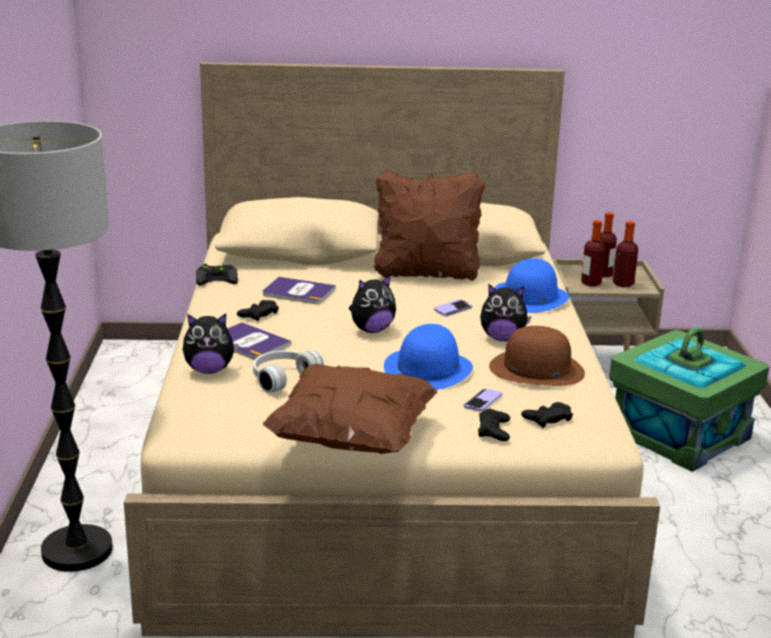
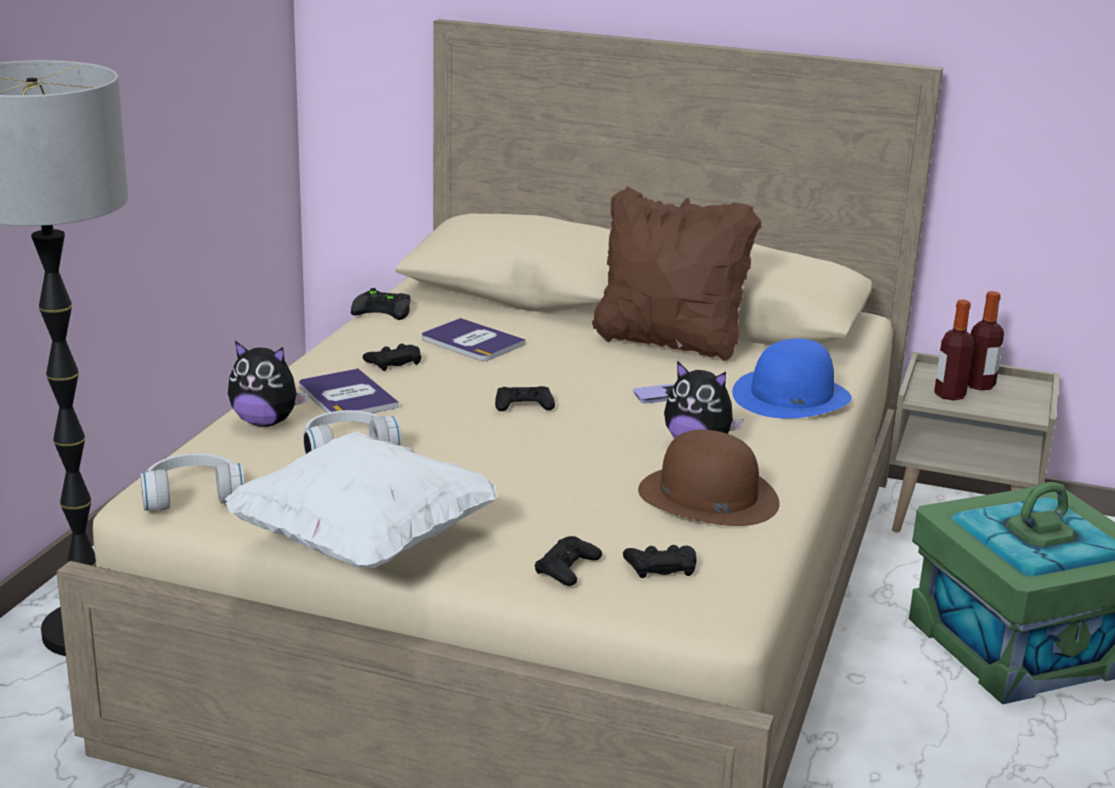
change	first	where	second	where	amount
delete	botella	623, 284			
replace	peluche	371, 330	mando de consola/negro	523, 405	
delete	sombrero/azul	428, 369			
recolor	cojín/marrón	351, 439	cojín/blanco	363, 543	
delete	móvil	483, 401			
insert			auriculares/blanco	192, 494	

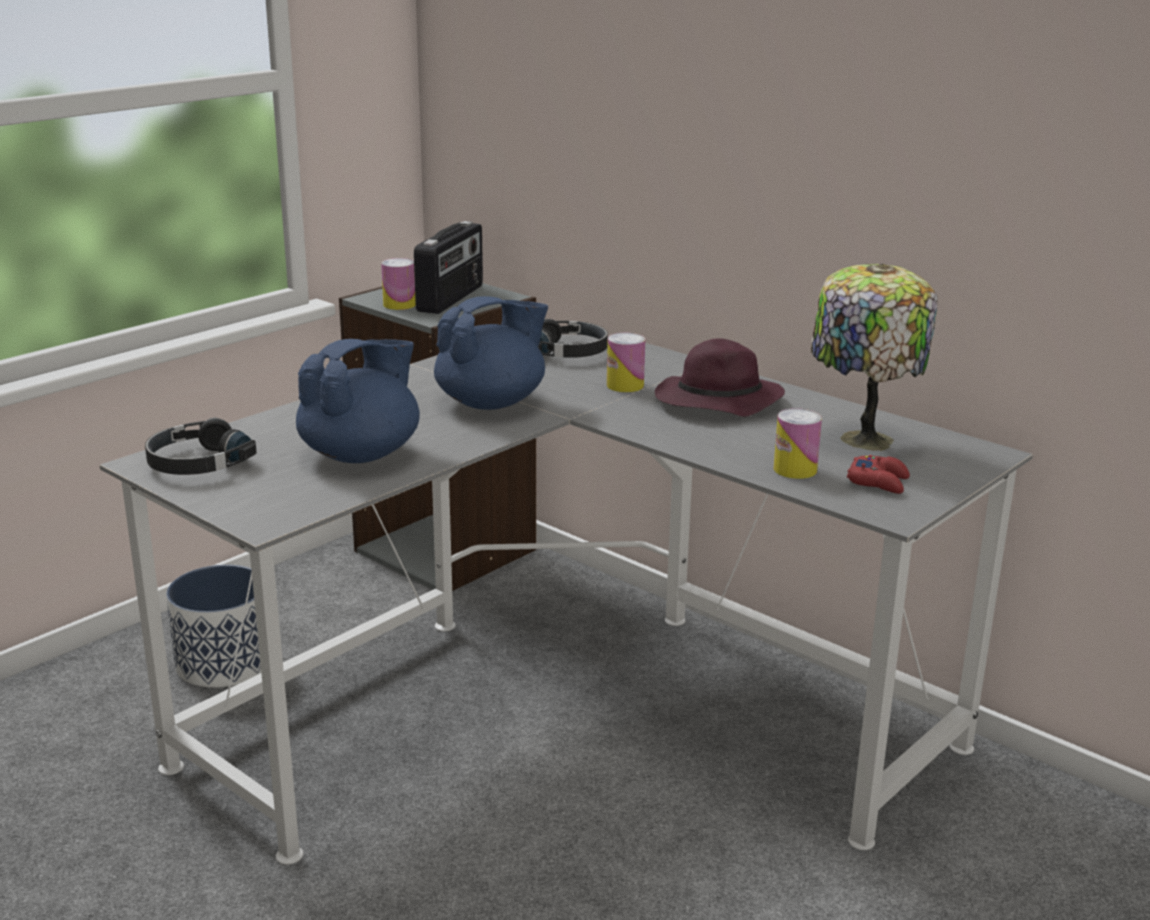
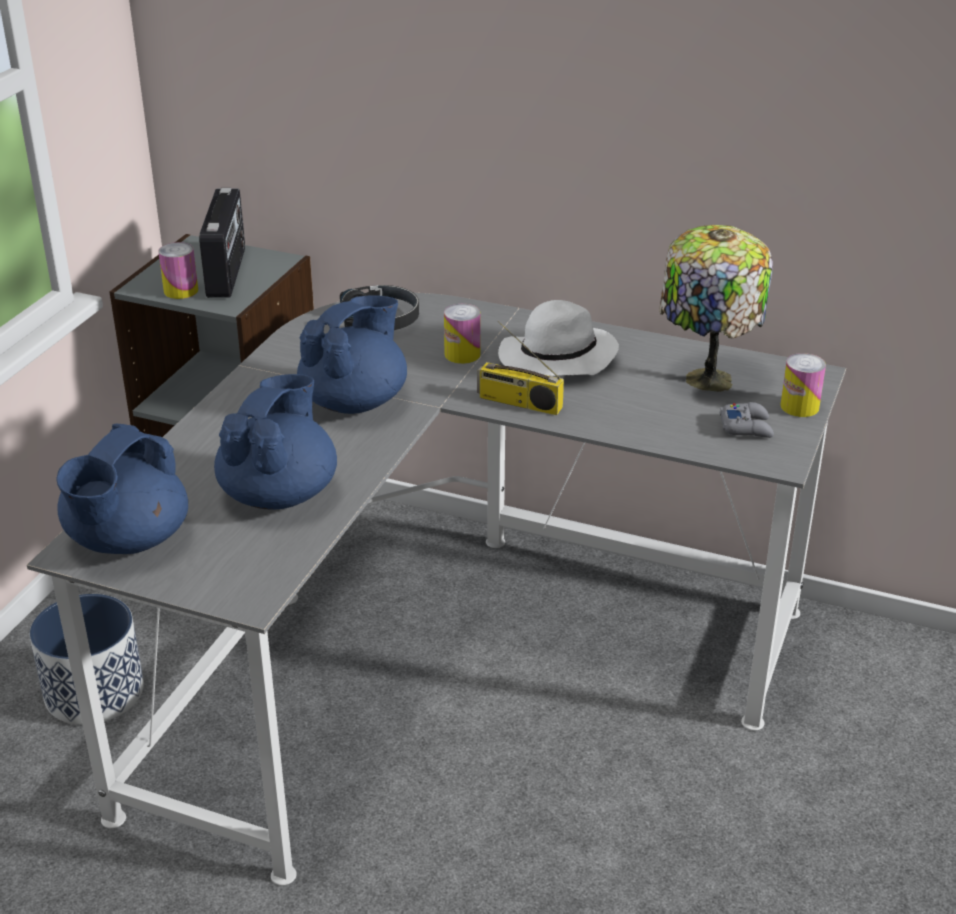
change	first	where	second	where	amount
recolor	sombrero/morado	716, 402	sombrero/blanco	556, 359	
move	lata	795, 469		799, 407	
replace	auriculares/negro	197, 463	tetera/azul	127, 541	
recolor	mando de consola/rojo	878, 481	mando de consola/gris	746, 427	
insert			radio	518, 403	

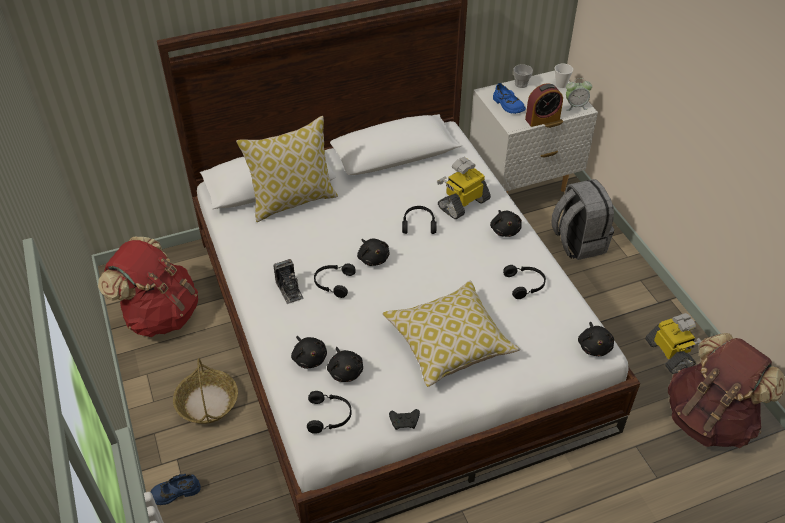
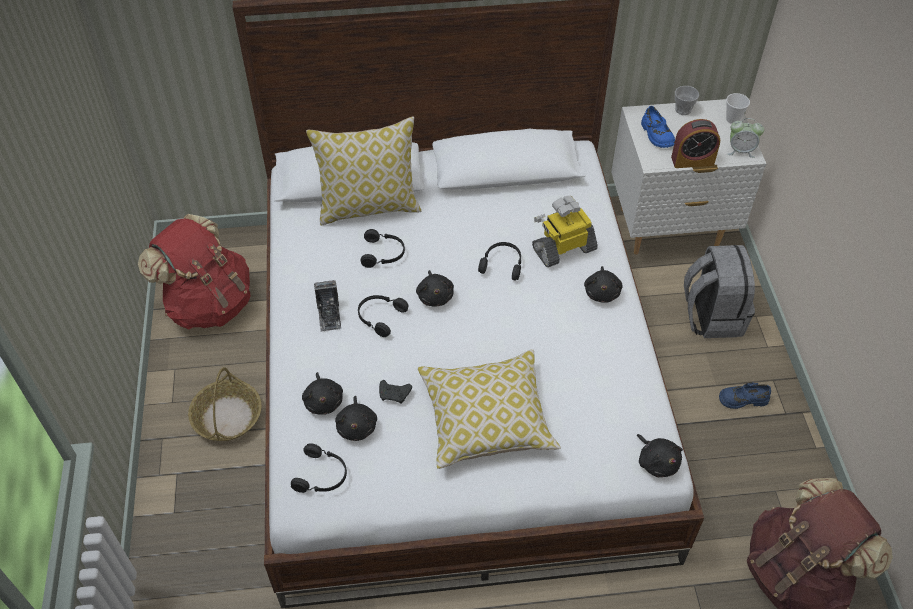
change	first	where	second	where	amount
move	auriculares/negro	525, 284		383, 254	
delete	robot de juguete	670, 354			
rotate	peluche/negro	594, 346		657, 462	45 degrees counterclockwise
move	mando de consola/negro	405, 421		395, 394	
move	zapato/azul	175, 492		743, 399	

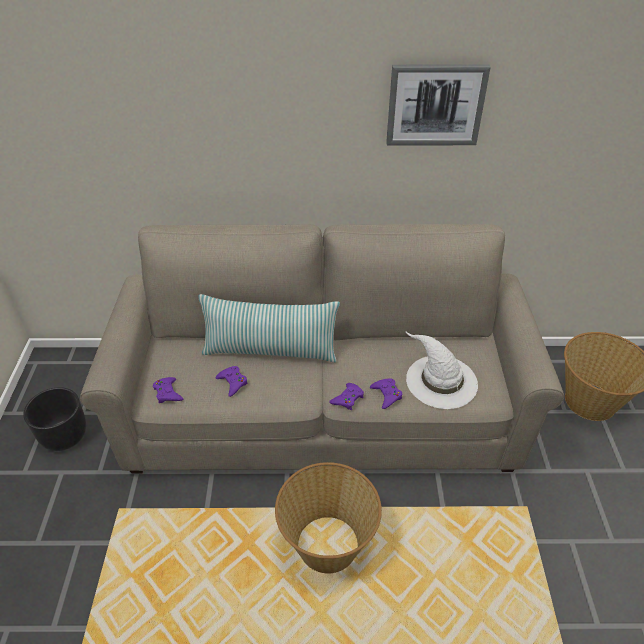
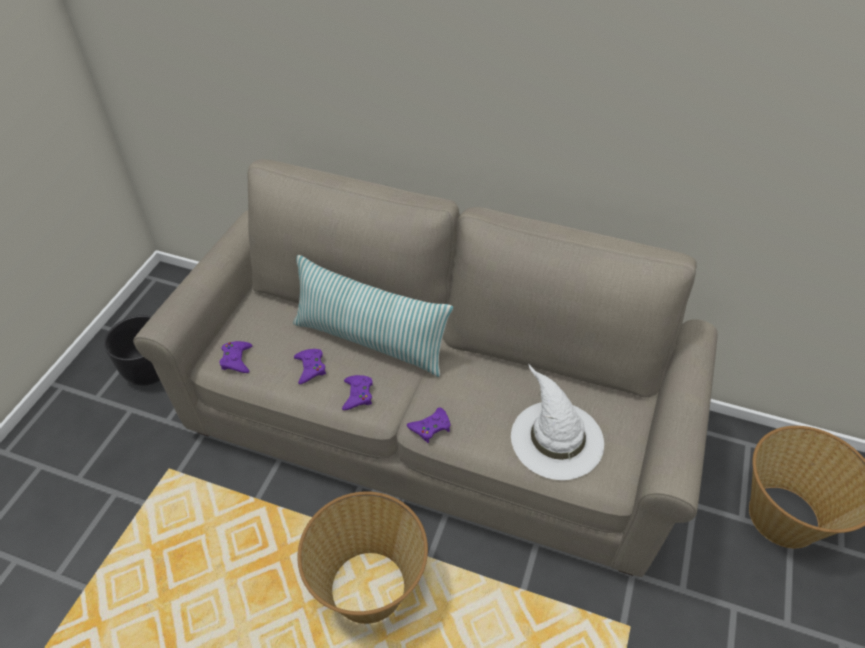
change	first	where	second	where	amount
delete	cuadro	435, 105			
move	mando de consola/morado	386, 395		357, 395	

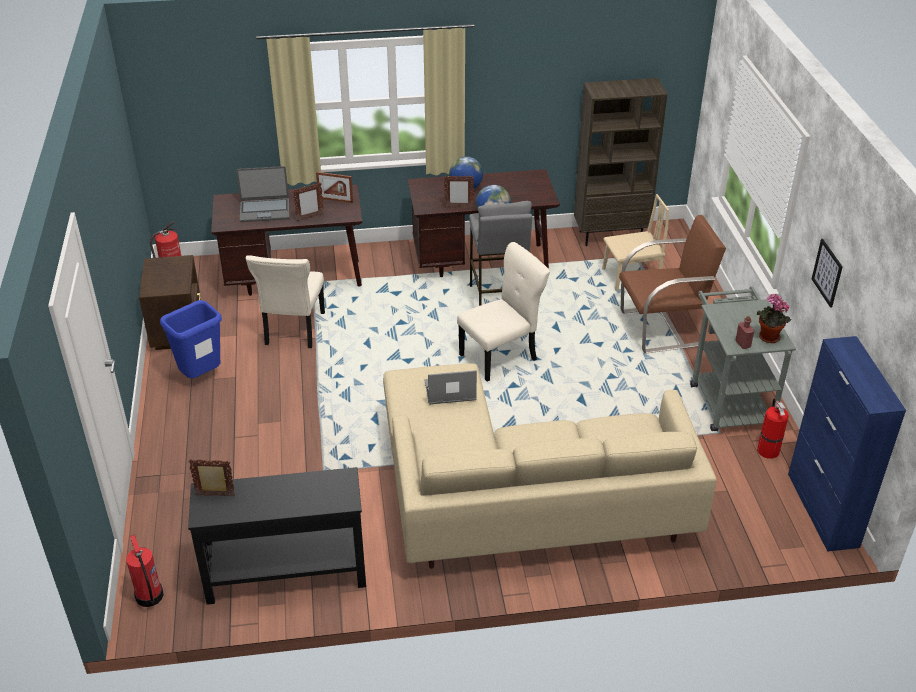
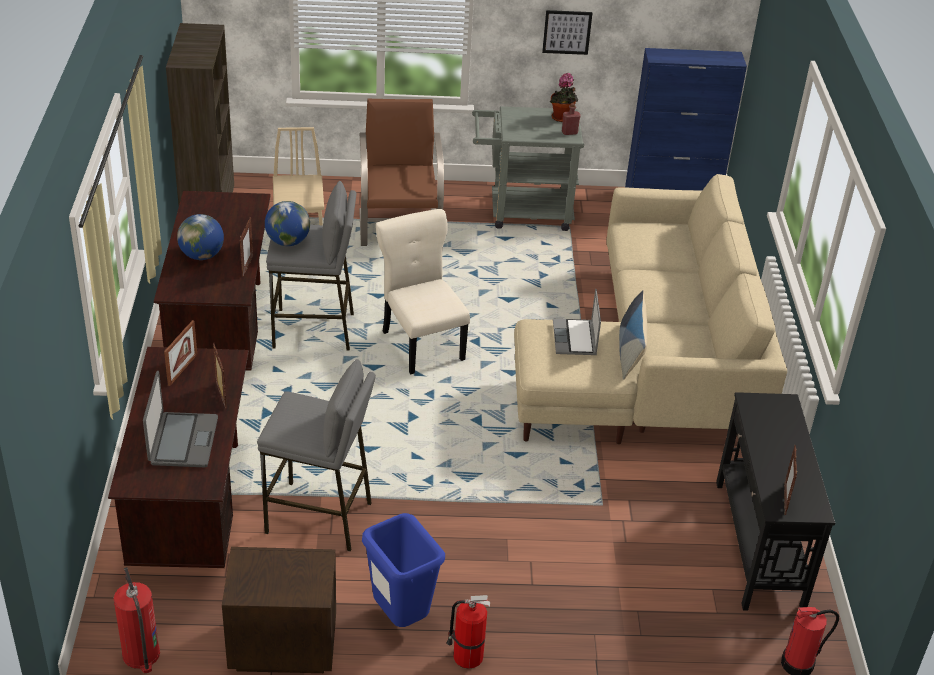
change	first	where	second	where	amount
replace	silla/beis	293, 330	taburete/gris	319, 518	
move	extintor	767, 450		466, 656	
insert			cojín	630, 351	

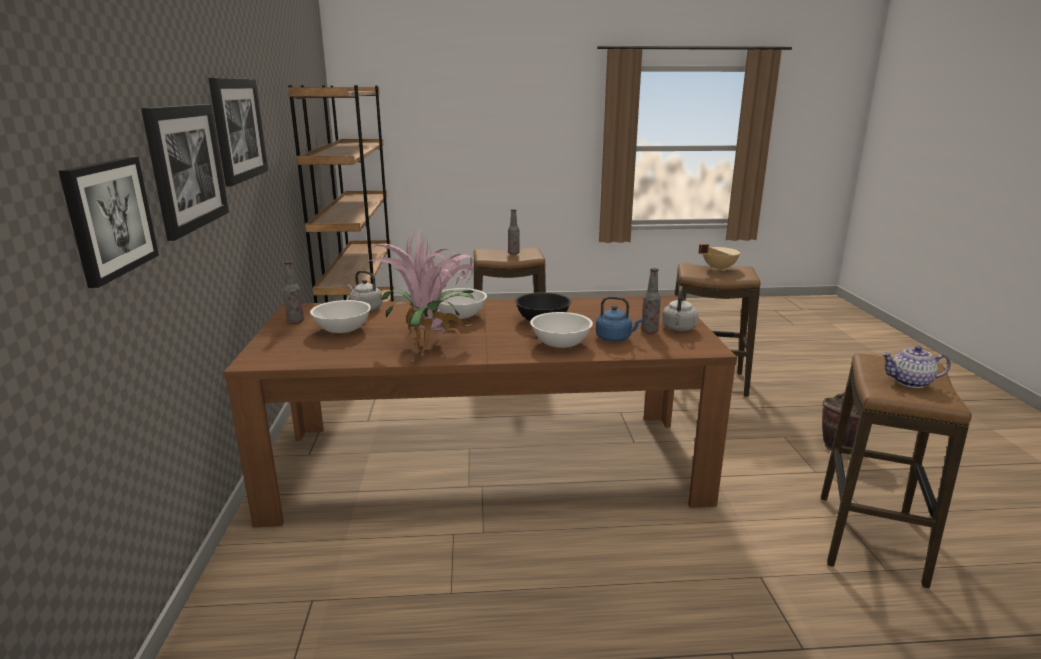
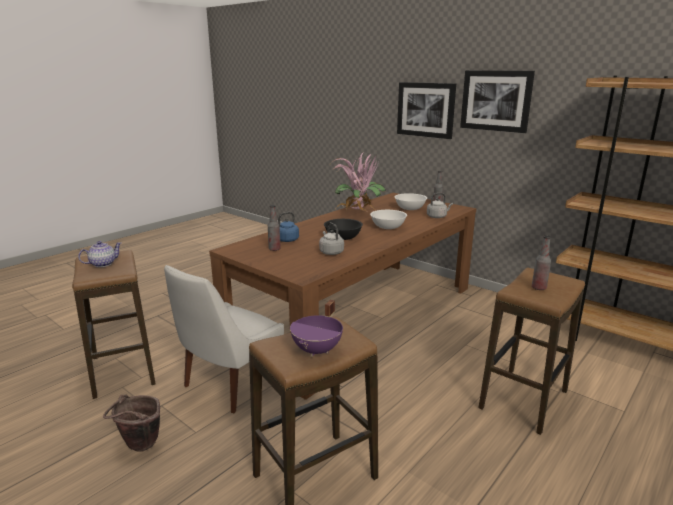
change	first	where	second	where	amount
delete	cuadro	109, 218			
recolor	olla/beis	718, 268	olla/morado	318, 350	
move	hervidor/gris	678, 328		330, 252	
delete	cuenco/blanco	560, 343			
insert			silla/blanco	229, 385	

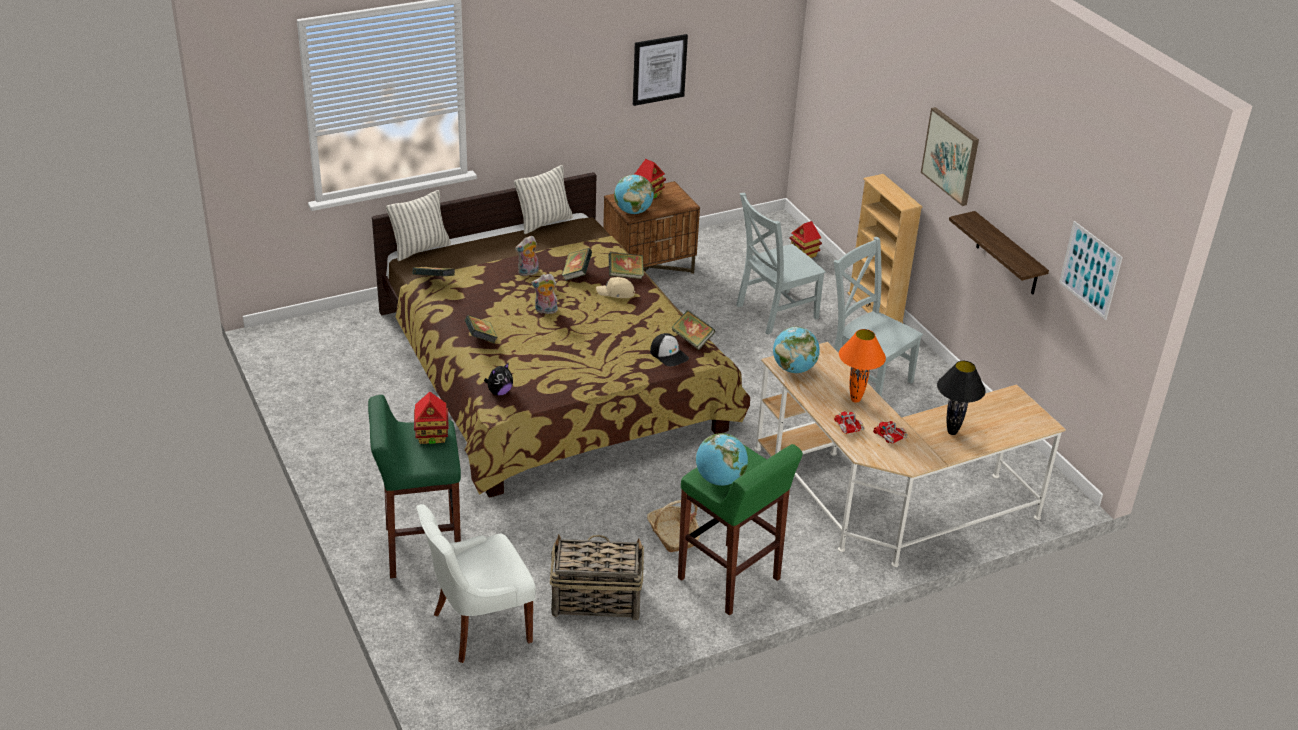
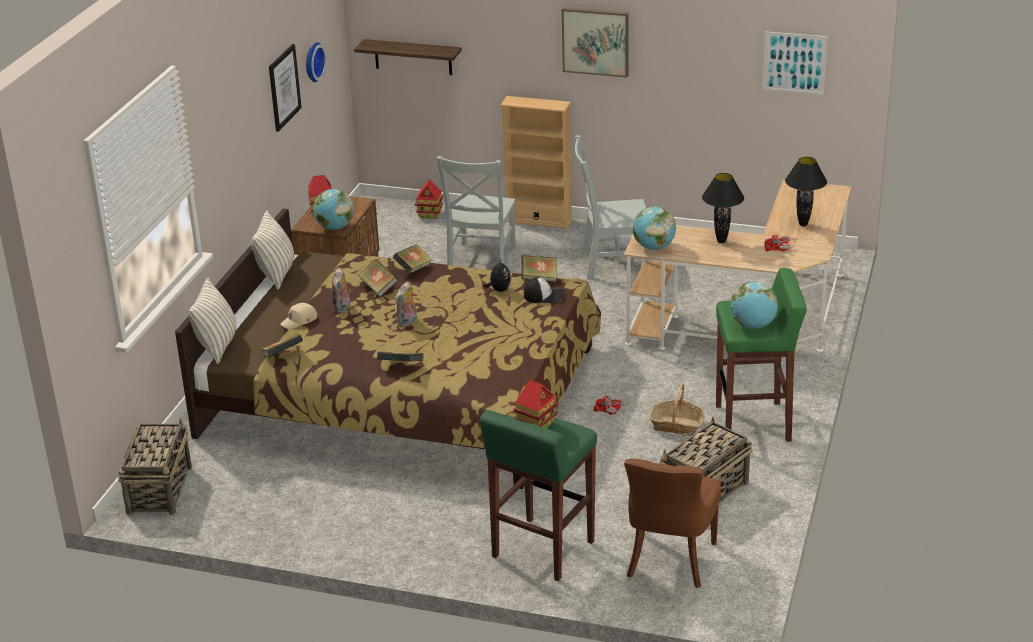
change	first	where	second	where	amount
move	estante	1007, 254		413, 57	
move	gorra/beis	616, 293		299, 321	
recolor	lámpara de mesa/naranja	856, 399	lámpara de mesa/negro	721, 241	
move	peluche	499, 392		499, 290	
move	camión de juguete	849, 428		611, 410	
recolor	silla/blanco	479, 627	silla/marrón	669, 561	
insert			reloj de pared	312, 61	
insert			cesta	160, 489	

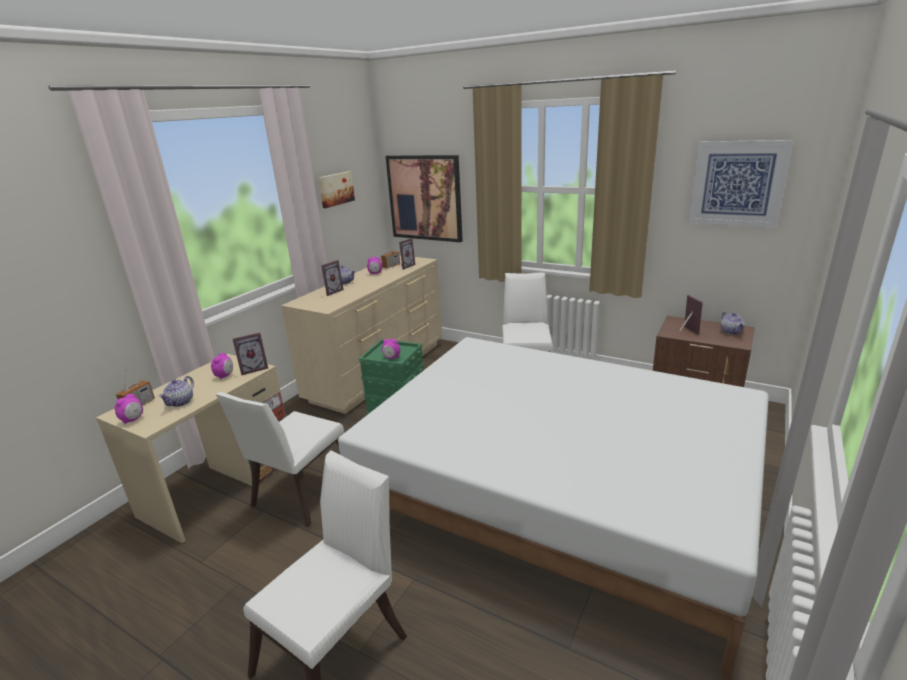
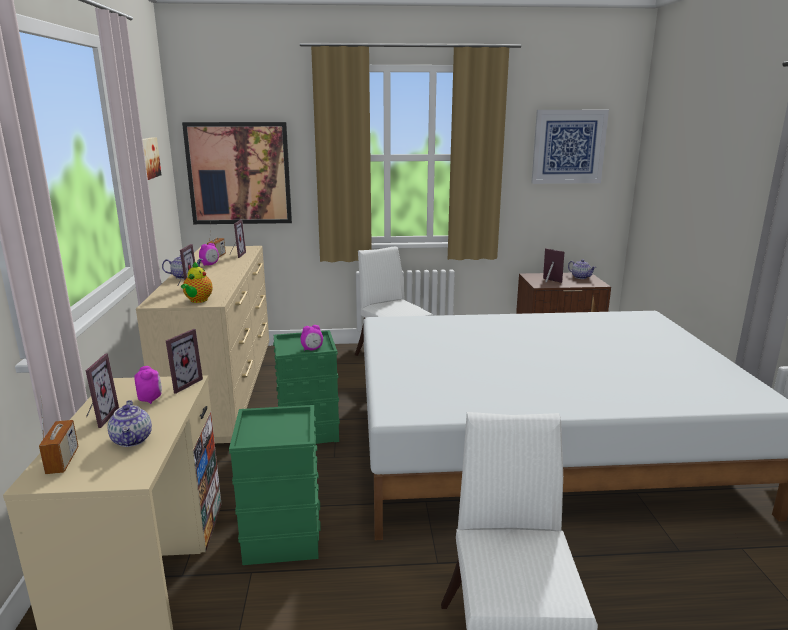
change	first	where	second	where	amount
replace	silla/blanco	301, 494	caja de almacenaje/verde	281, 537	
delete	despertador	133, 420			
insert			tetera	198, 301	
insert			portarretratos	98, 417	

